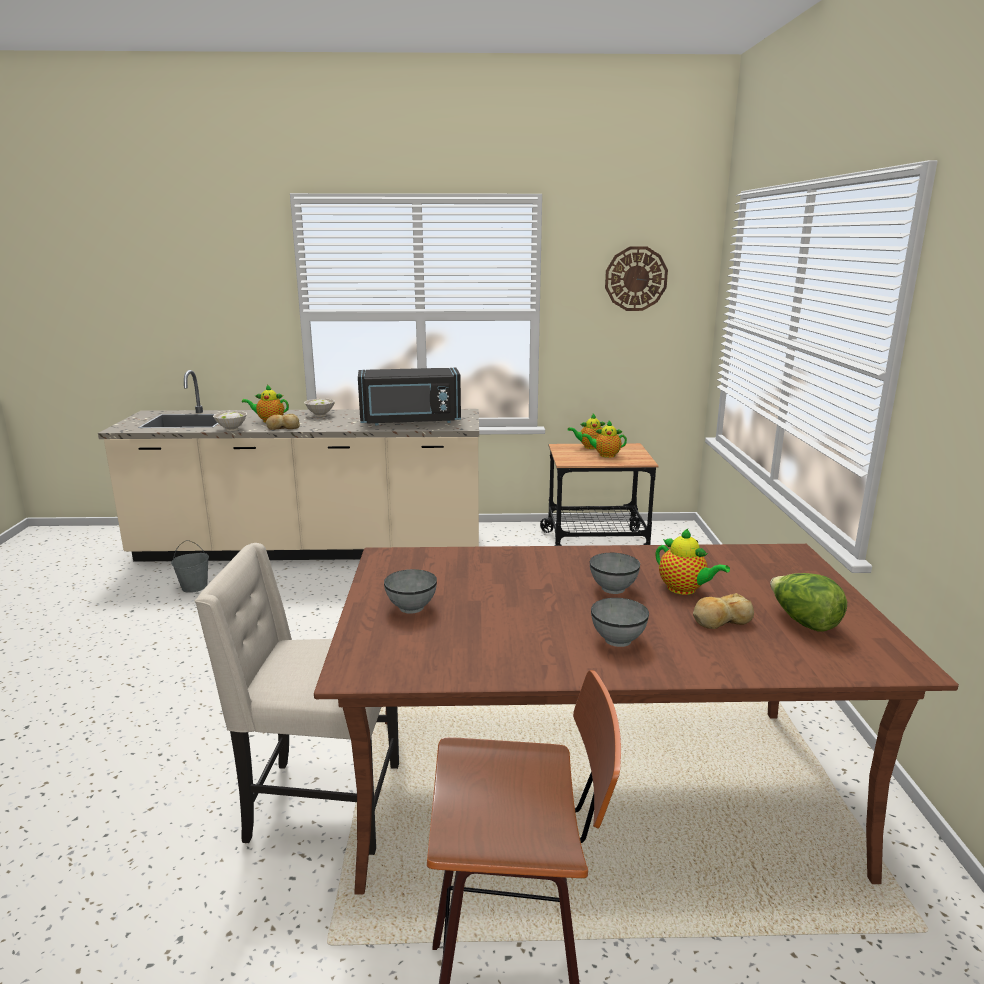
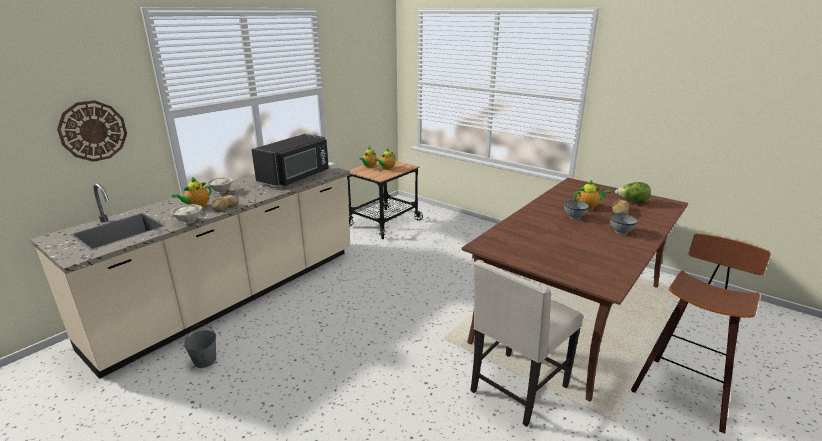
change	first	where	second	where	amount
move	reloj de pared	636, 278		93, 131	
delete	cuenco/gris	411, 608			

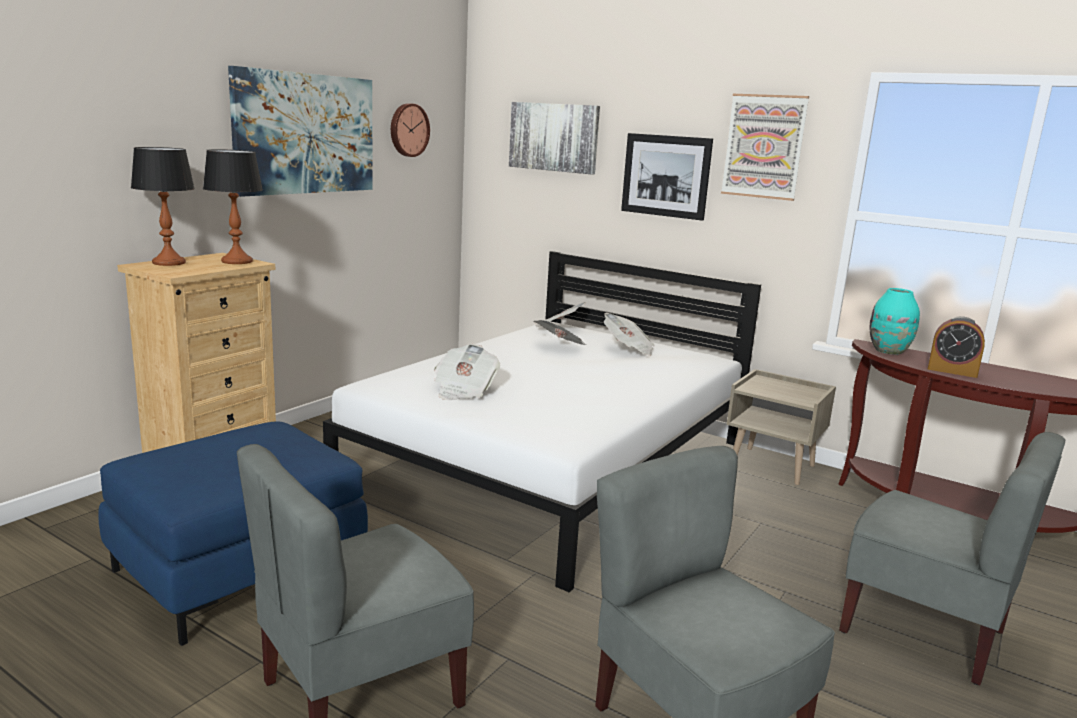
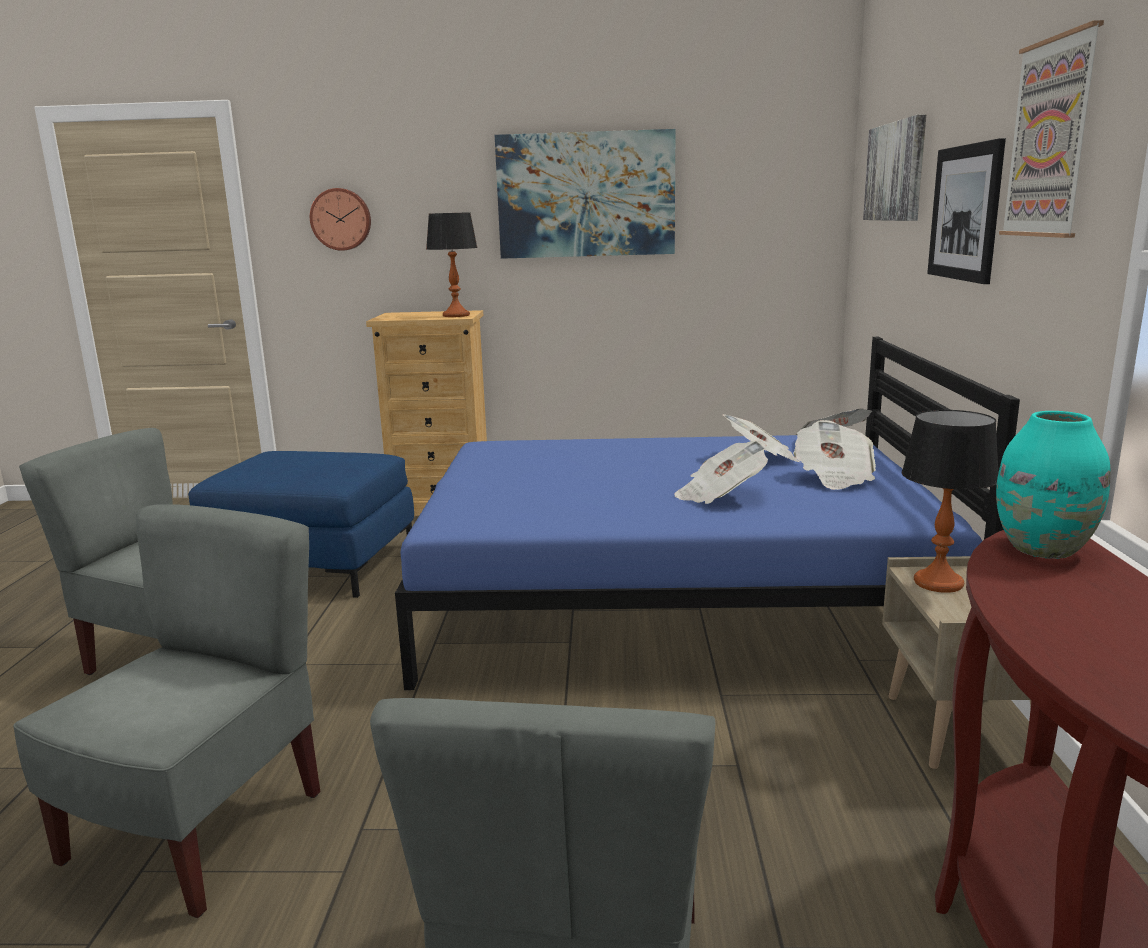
change	first	where	second	where	amount
move	reloj de pared	408, 130		341, 219	
move	lámpara de mesa	168, 263		937, 583	
recolor	cama/blanco	553, 465	cama/azul	674, 600	
delete	despertador	952, 371			
move	periódico	463, 390		720, 495	

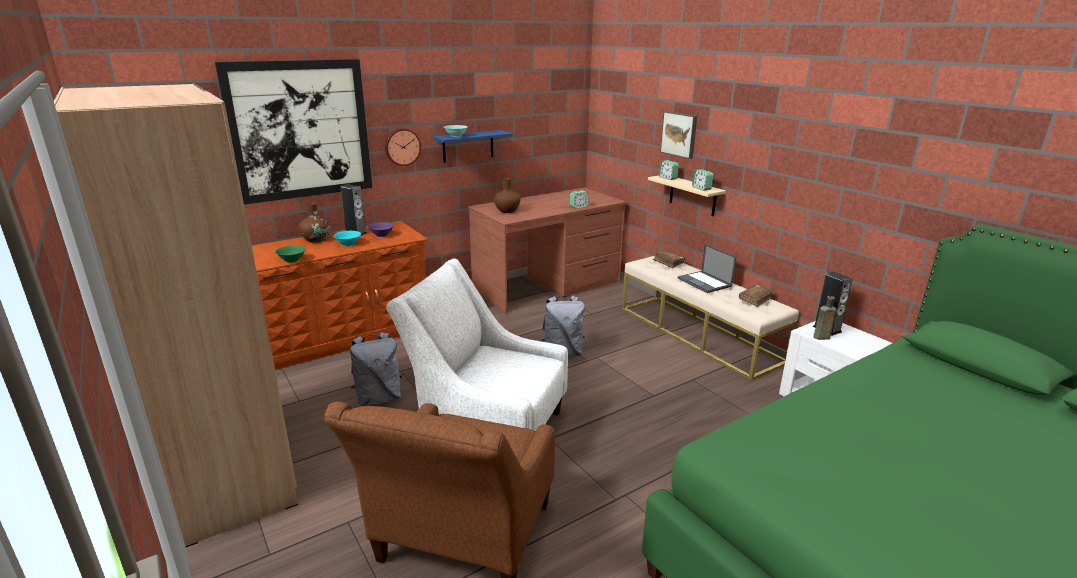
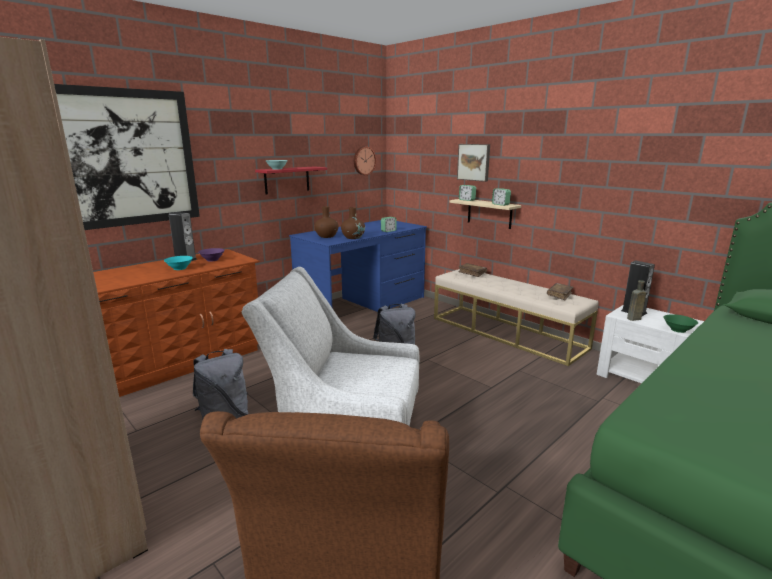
change	first	where	second	where	amount
move	reloj de pared	402, 146		364, 160	
recolor	estante/azul	468, 146	estante/rojo	287, 180	
recolor	escritorio/marrón	547, 286	escritorio/azul	363, 304	
move	florero/marrón	316, 239		353, 237	
delete	portátil	705, 282			
move	cuenco/verde	292, 260		677, 330	

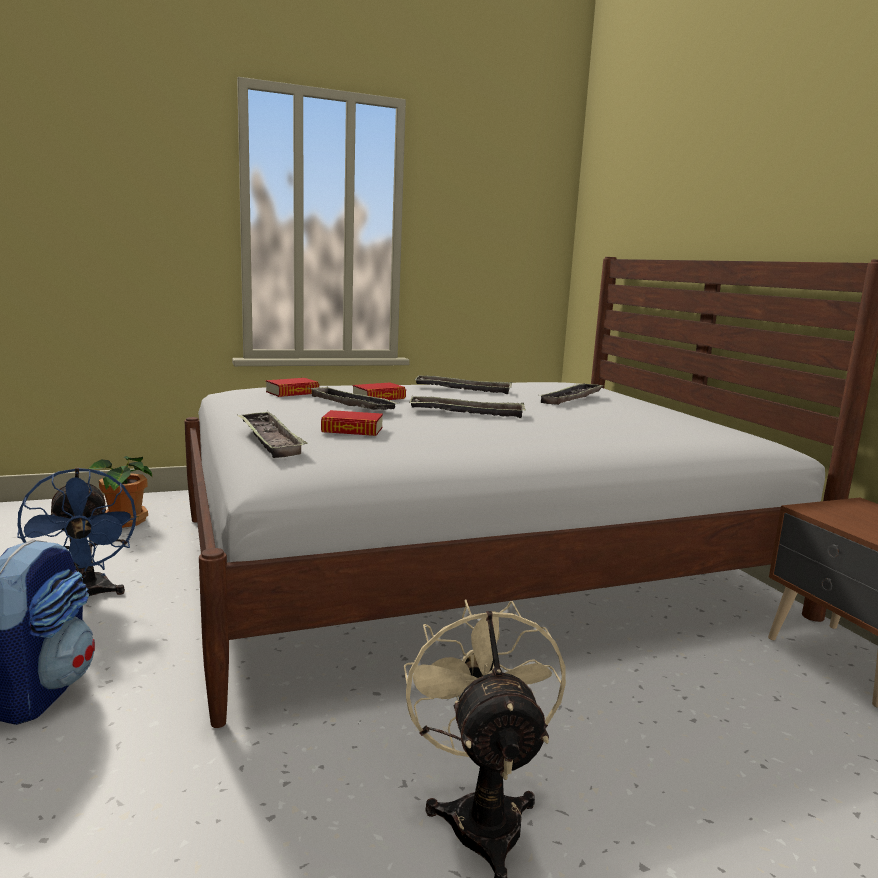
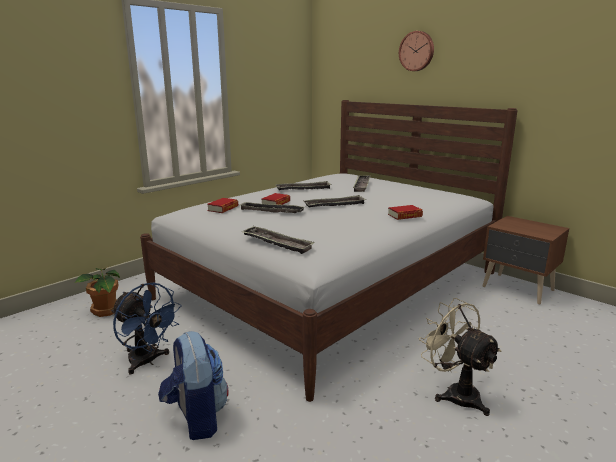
change	first	where	second	where	amount
move	libro	352, 430		405, 216	
insert			reloj de pared	417, 51	

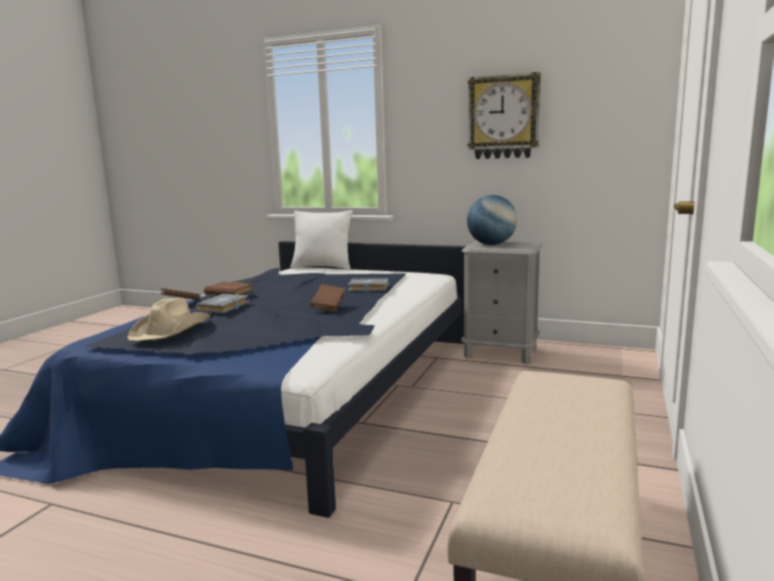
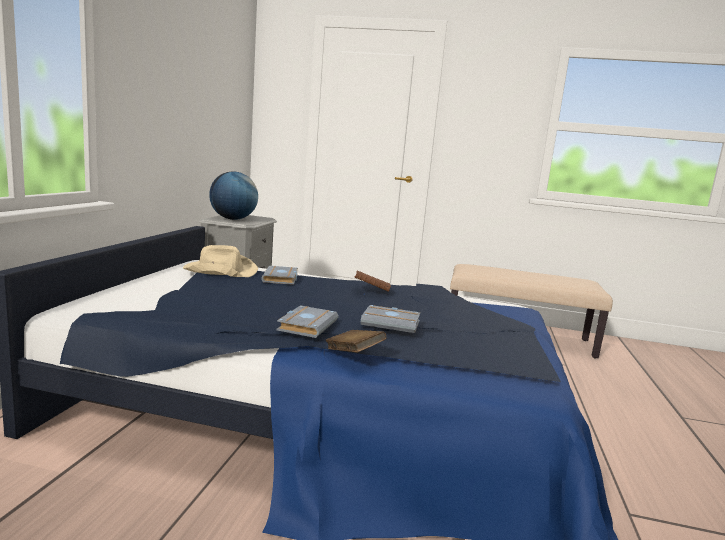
change	first	where	second	where	amount
delete	reloj de pared	504, 117			
delete	cojín/blanco	322, 267			
recolor	libro/marrón	231, 292	libro/gris	306, 325	
move	sombrero/beis	172, 329		220, 271	

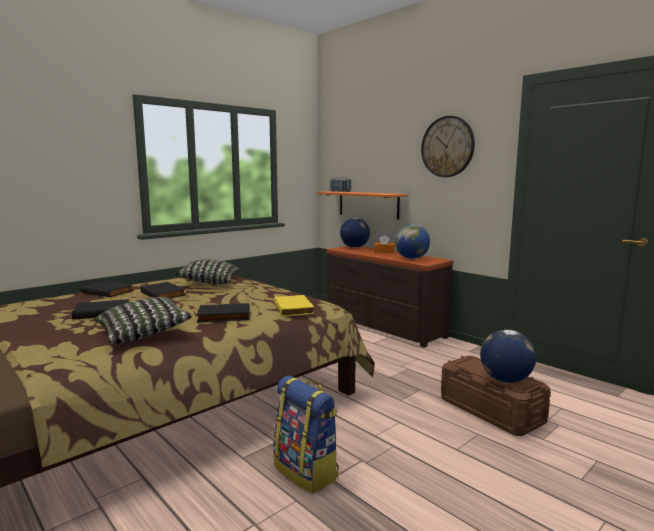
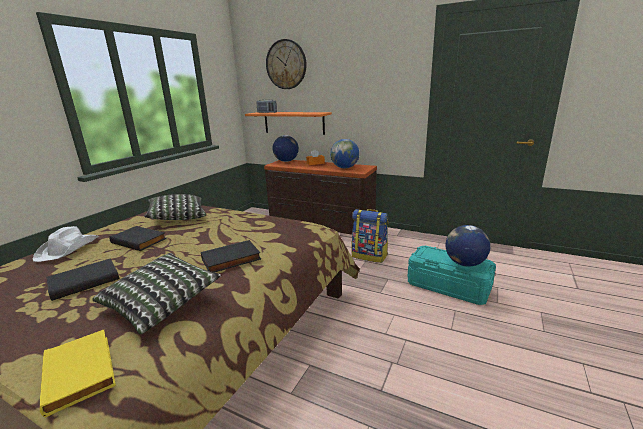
change	first	where	second	where	amount
move	reloj de pared	447, 147		286, 64	
replace	libro/negro	108, 291	sombrero/blanco	69, 248	
move	libro/amarillo	294, 308		82, 372	
recolor	caja de almacenaje/marrón	490, 410	caja de almacenaje/turquesa	448, 286	
move	mochila	307, 471		370, 256	

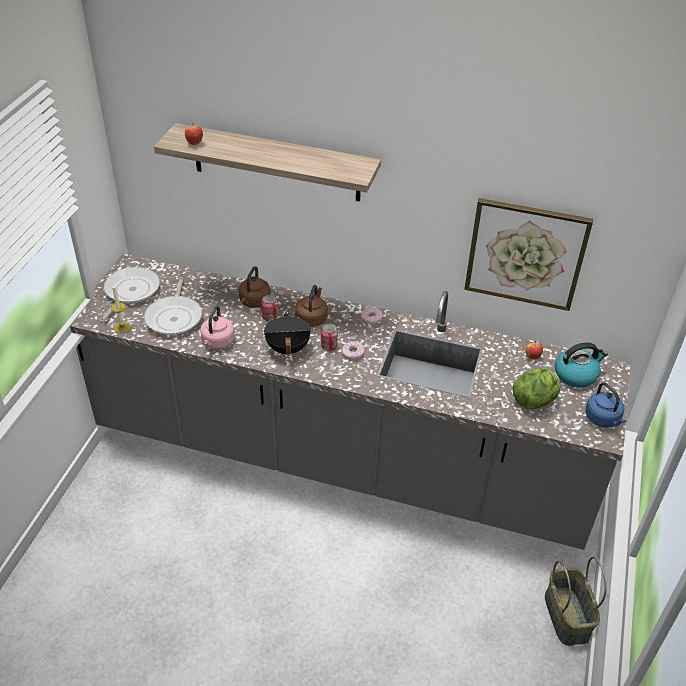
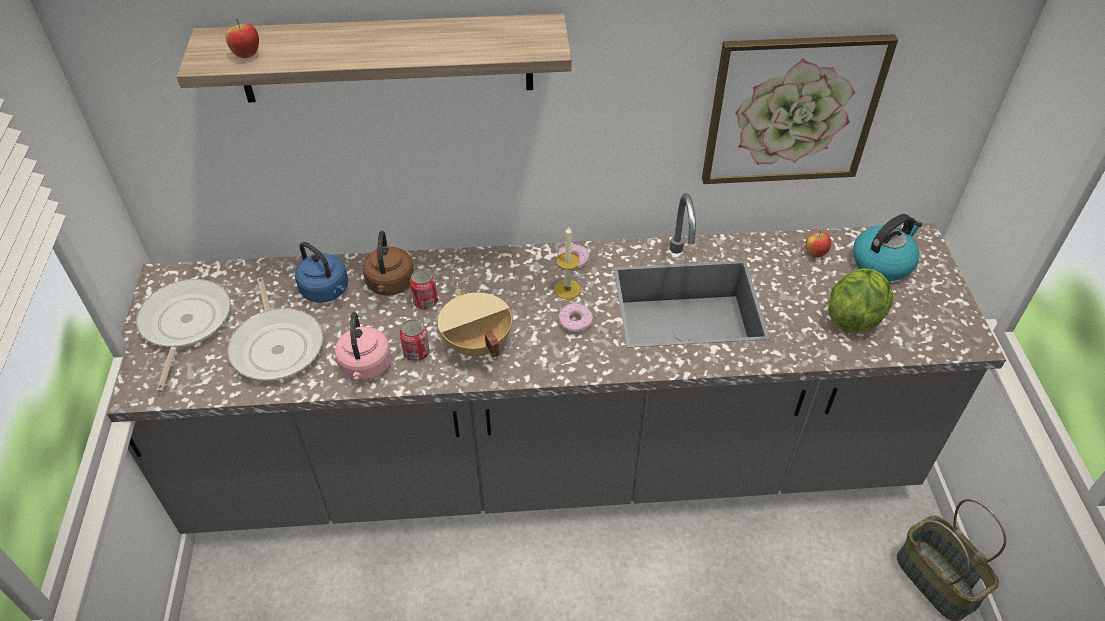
change	first	where	second	where	amount
move	vela	122, 327		567, 289	
delete	hervidor/marrón	312, 318			
recolor	olla/negro	286, 348	olla/beis	476, 344	
move	lata	329, 346		416, 353	
move	hervidor/azul	603, 419		327, 291	

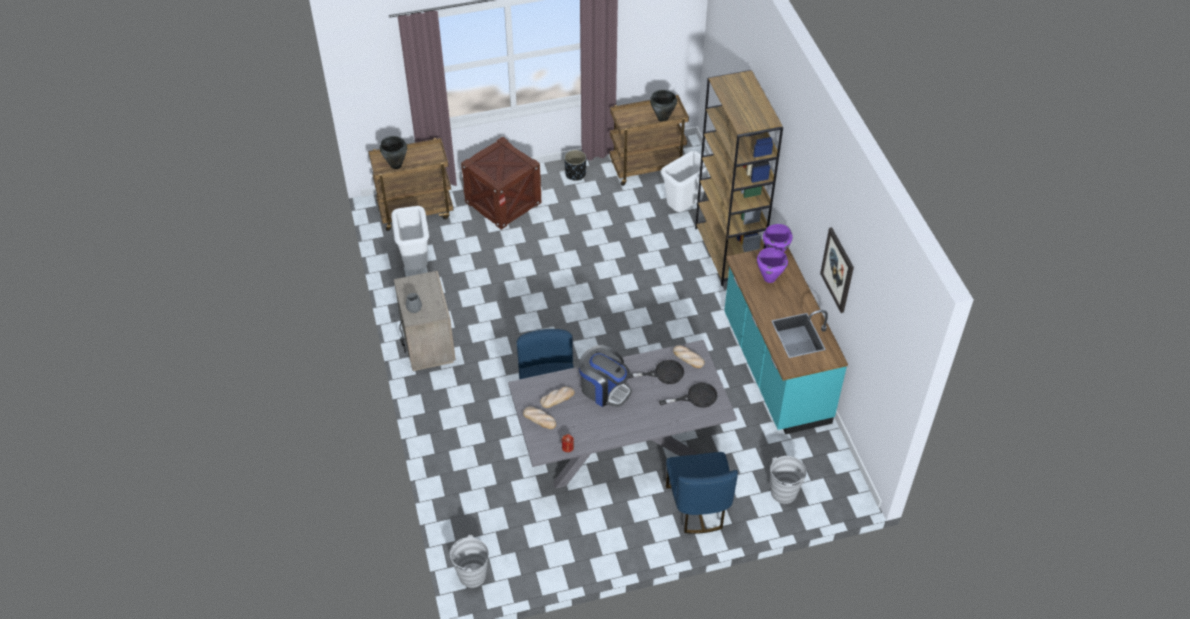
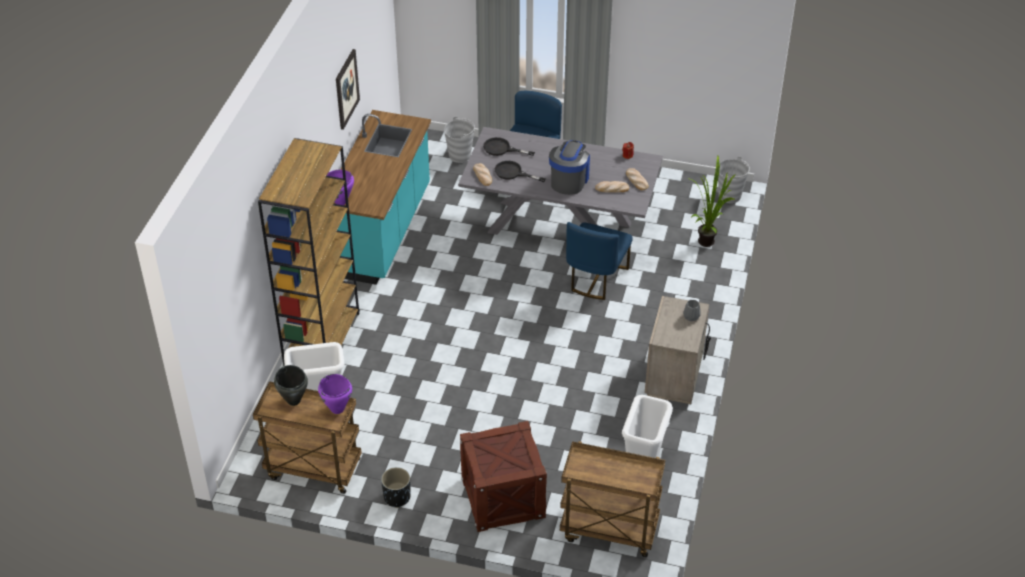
change	first	where	second	where	amount
delete	olla/negro	396, 165			
move	olla/morado	769, 278		337, 409	
rotate	cafetera	604, 389		569, 180	45 degrees clockwise
insert			planta en maceta	708, 240	

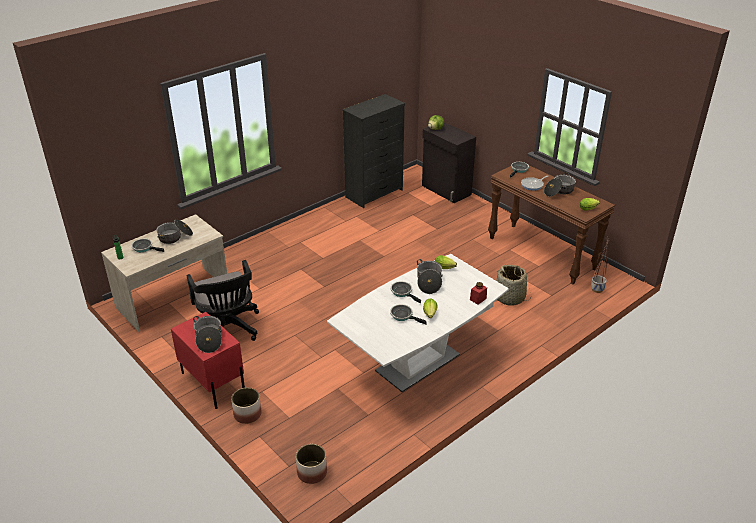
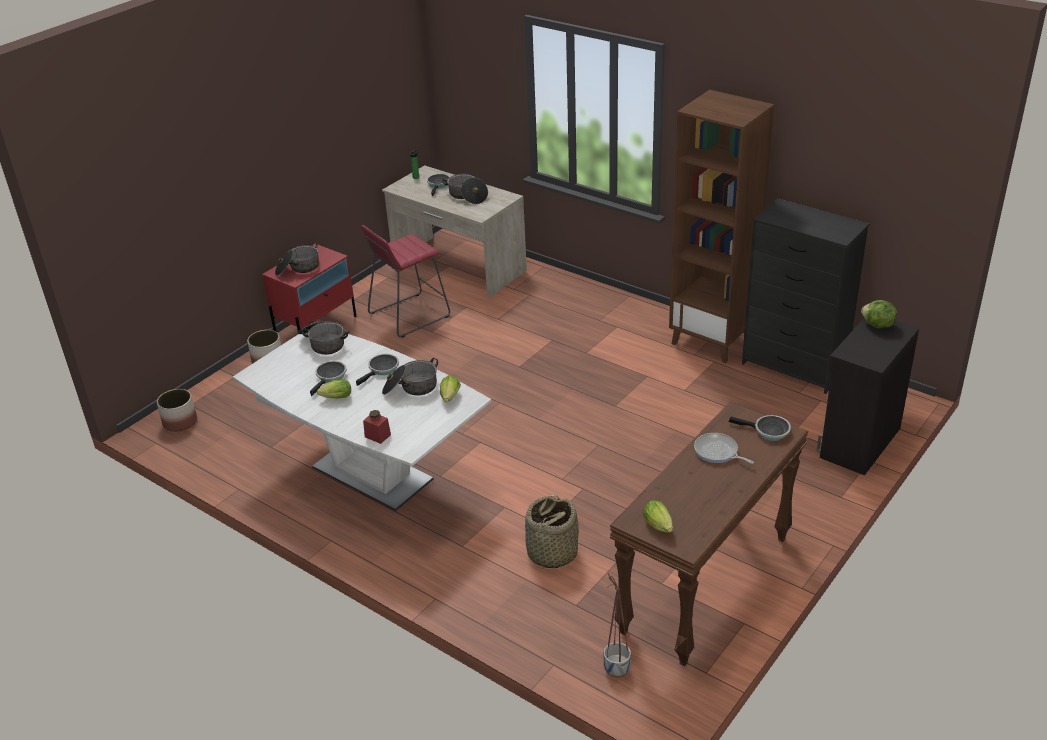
change	first	where	second	where	amount
move	olla	559, 191		323, 343	
replace	silla de oficina/negro	228, 330	taburete/rojo	409, 315	
insert			estantería/marrón	711, 341	

